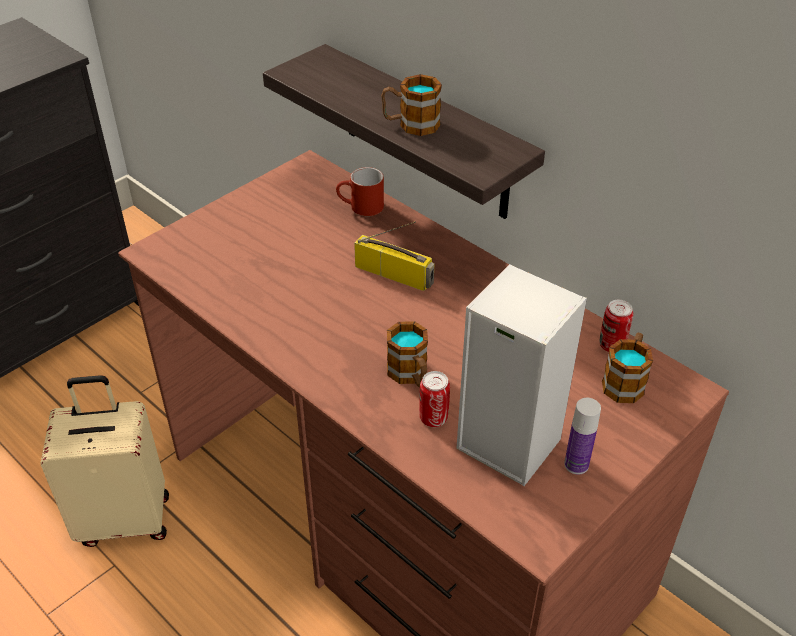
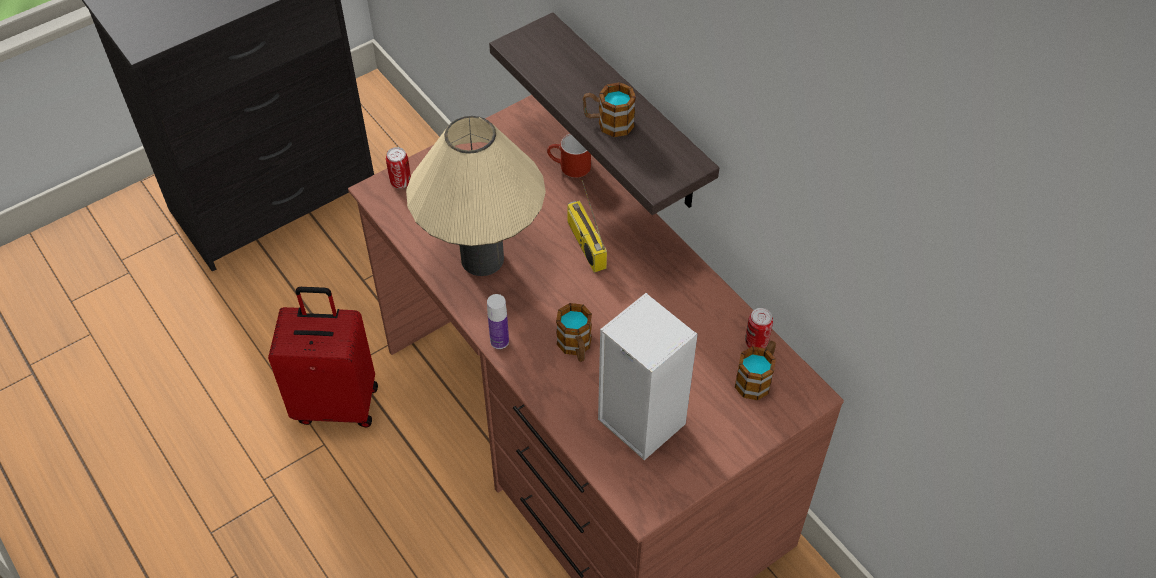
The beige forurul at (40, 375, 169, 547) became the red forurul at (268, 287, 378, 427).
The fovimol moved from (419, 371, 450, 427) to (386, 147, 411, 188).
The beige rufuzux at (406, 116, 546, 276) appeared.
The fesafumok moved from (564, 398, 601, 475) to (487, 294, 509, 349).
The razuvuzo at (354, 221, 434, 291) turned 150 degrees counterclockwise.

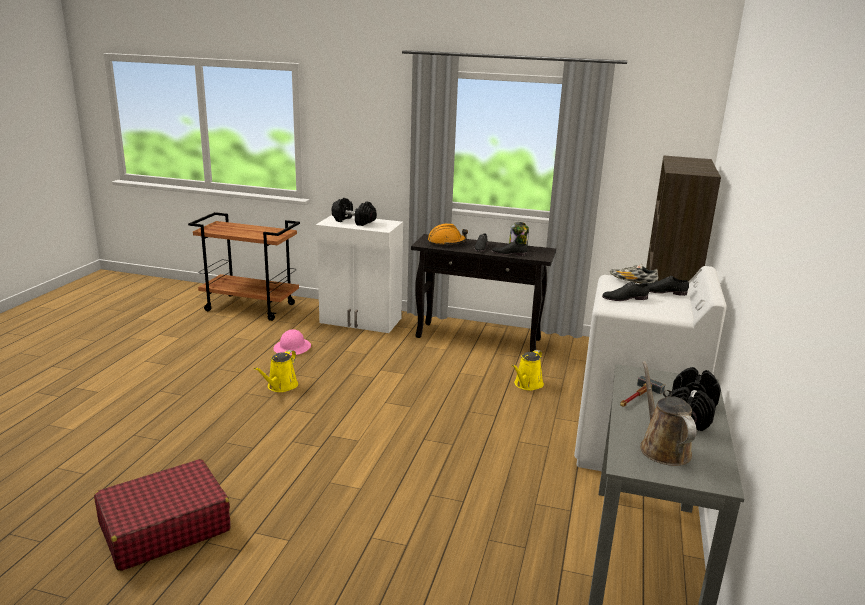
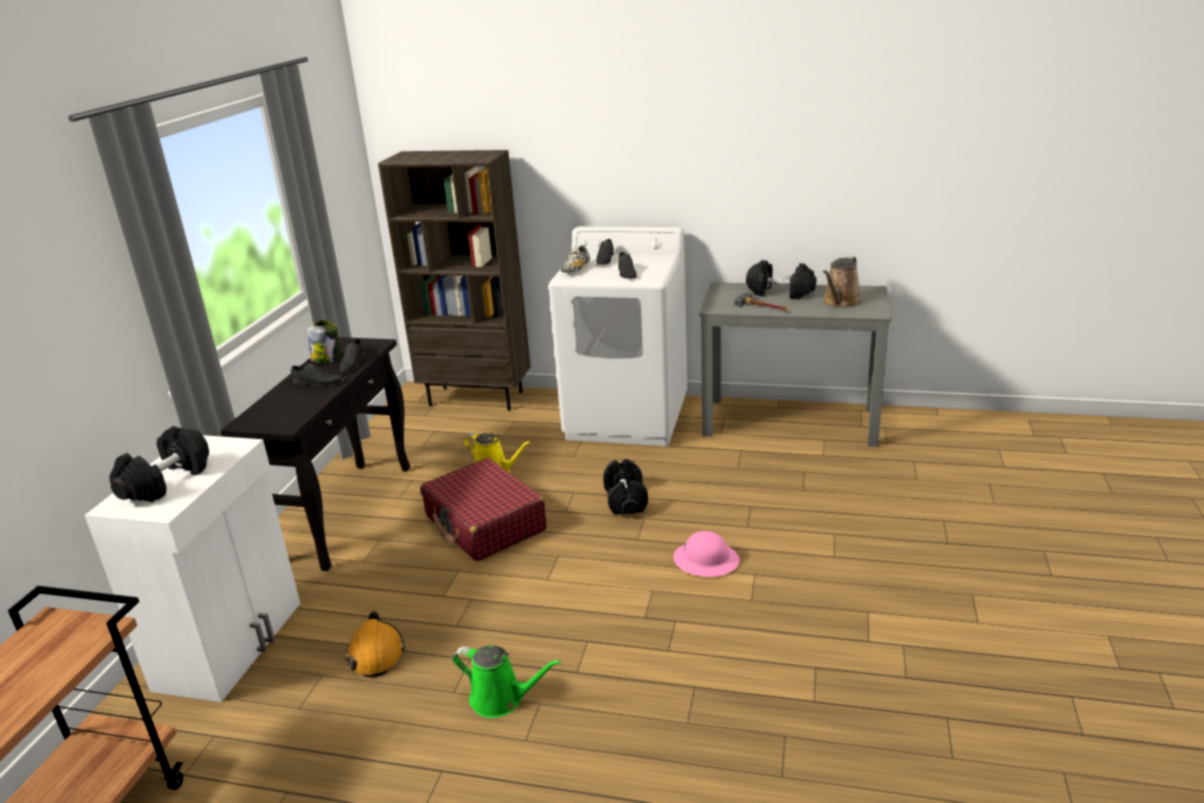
The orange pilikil moved from (428, 223, 468, 245) to (346, 611, 405, 677).
The red forurul moved from (94, 459, 231, 571) to (420, 458, 546, 561).
The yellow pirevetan at (254, 350, 298, 392) became the green pirevetan at (453, 645, 561, 718).
The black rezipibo at (603, 459, 648, 515) appeared.
The pink pilikil moved from (273, 329, 311, 355) to (673, 531, 739, 577).
The brown pirevetan at (640, 361, 697, 466) turned 45 degrees counterclockwise.

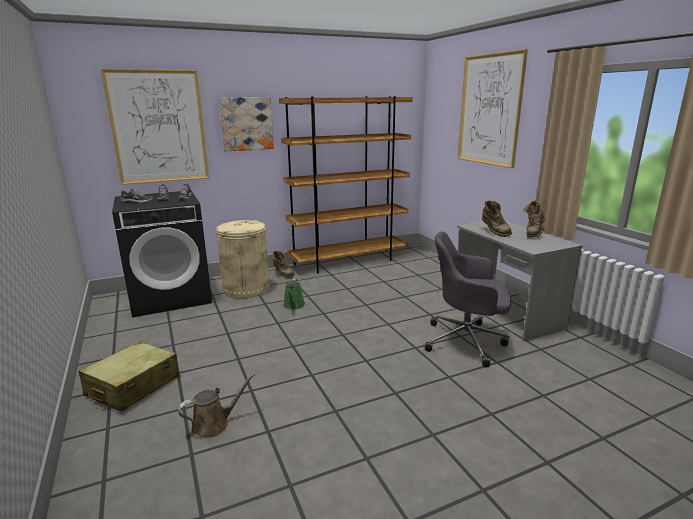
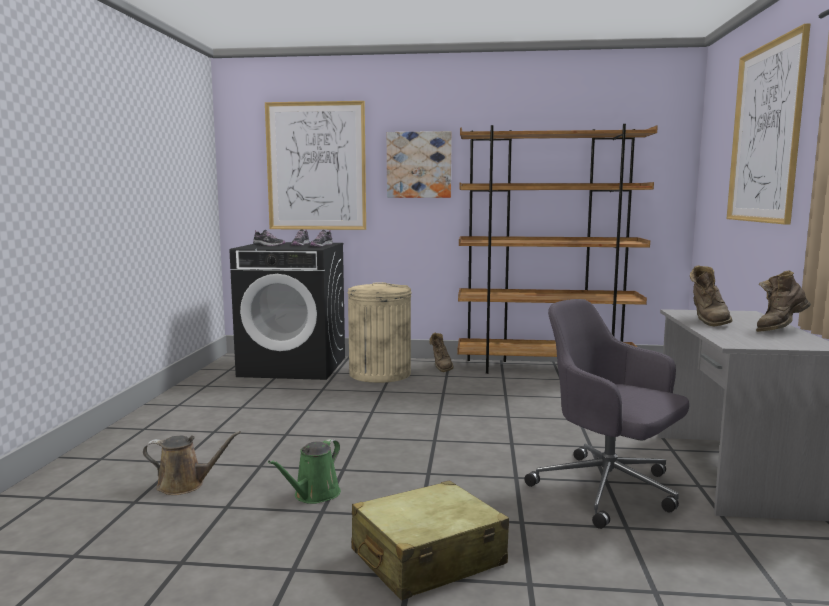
The green pirevetan moved from (283, 279, 305, 310) to (268, 439, 341, 504).
The beige forurul moved from (79, 341, 180, 412) to (351, 481, 509, 600).

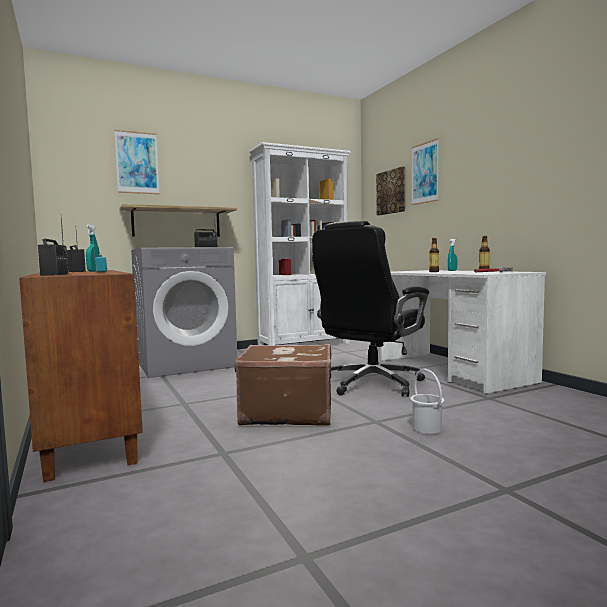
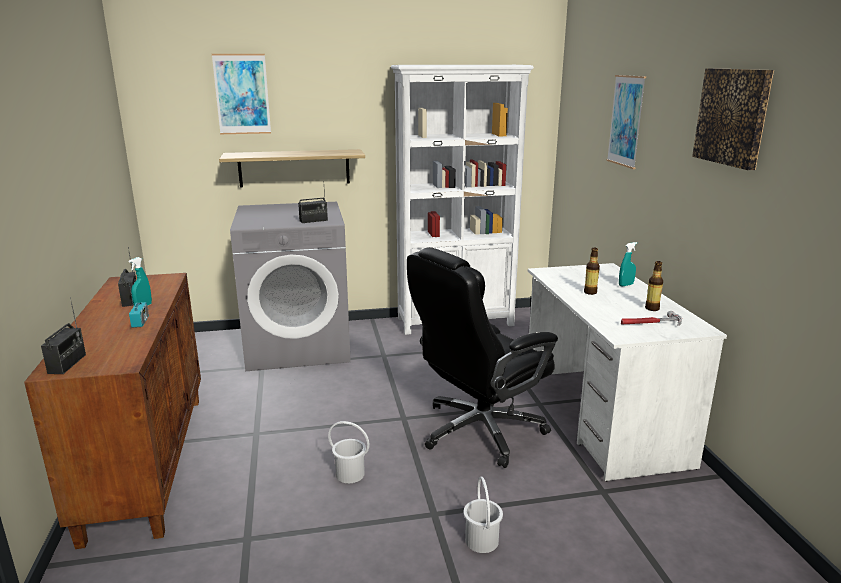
The brown forurul at (234, 344, 331, 426) was replaced by the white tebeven at (328, 421, 370, 483).
The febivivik moved from (376, 167, 405, 215) to (692, 68, 774, 170).

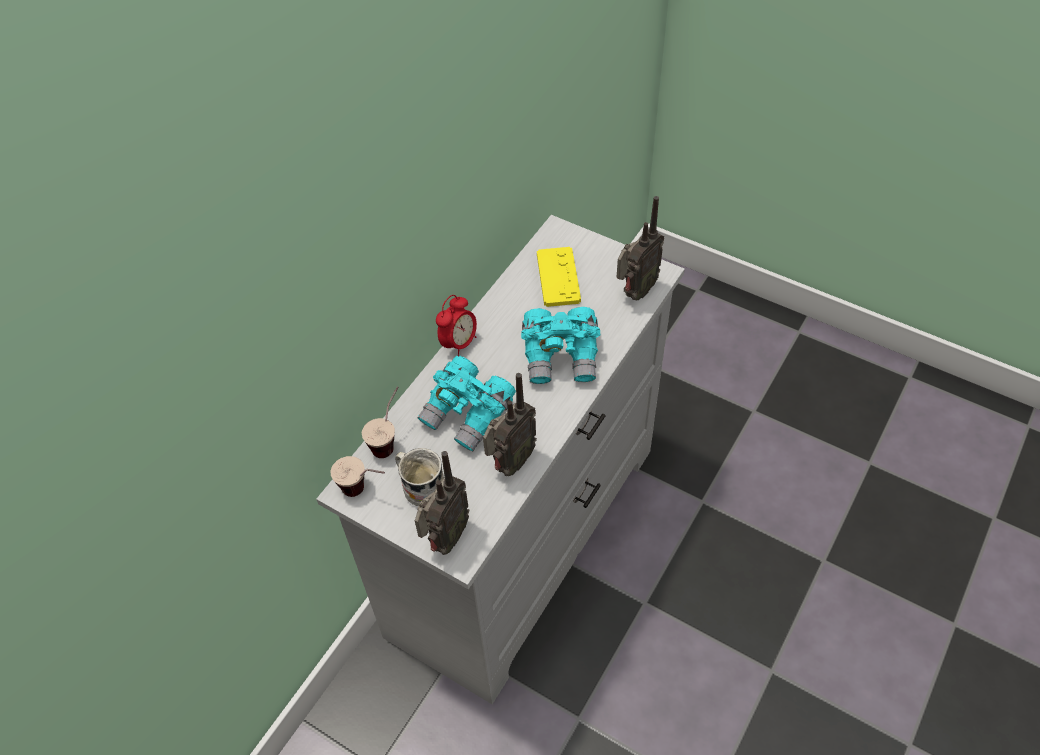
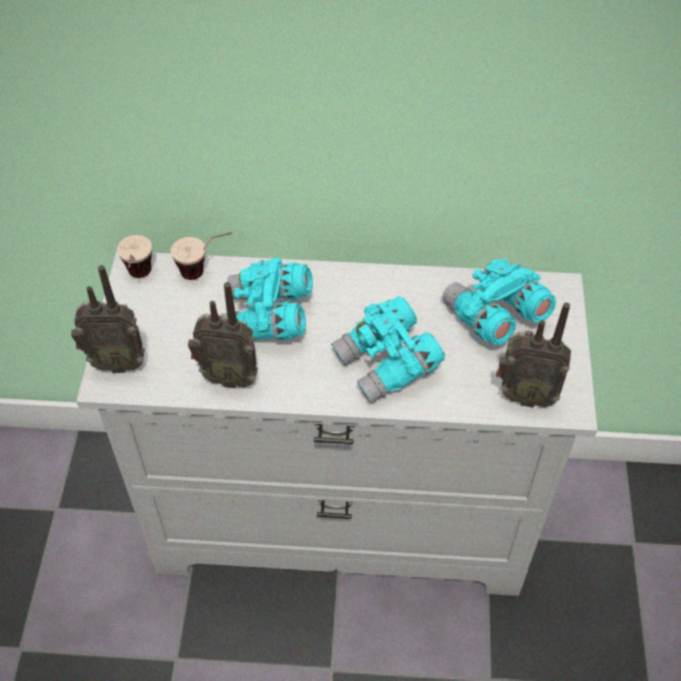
The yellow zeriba at (537, 247, 581, 307) was replaced by the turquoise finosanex at (442, 258, 556, 345).
The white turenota at (395, 448, 444, 506) disappeared.
The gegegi at (436, 295, 477, 356) disappeared.

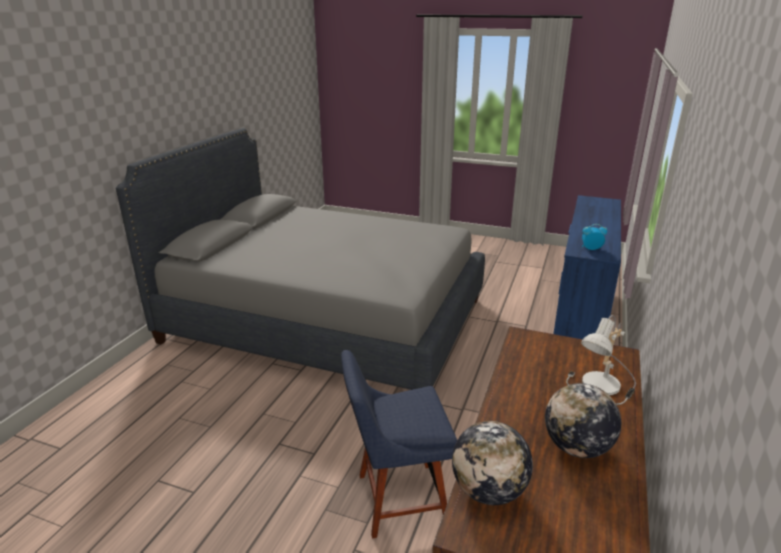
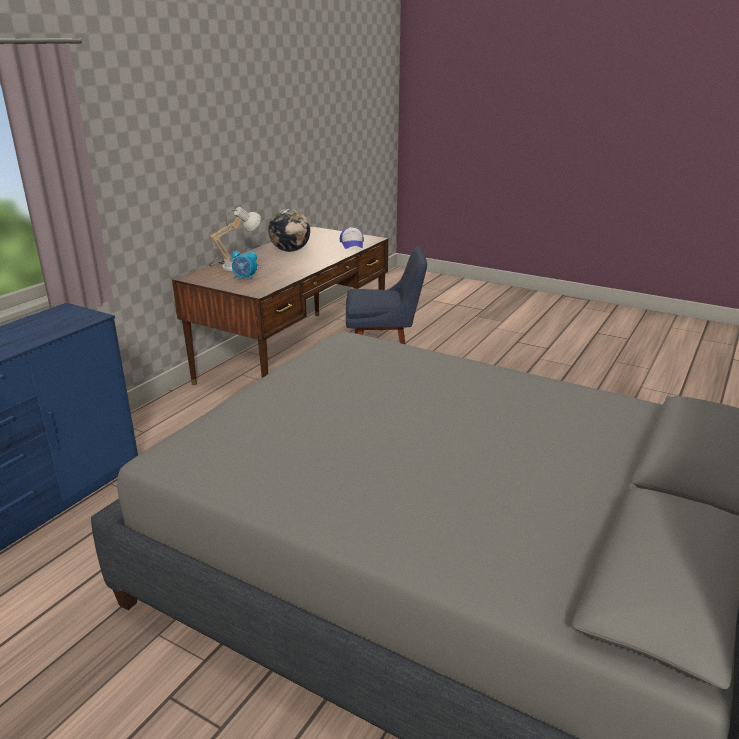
The gegegi moved from (582, 224, 607, 250) to (232, 247, 257, 280).
The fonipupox at (452, 421, 533, 505) was replaced by the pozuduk at (340, 227, 364, 249).

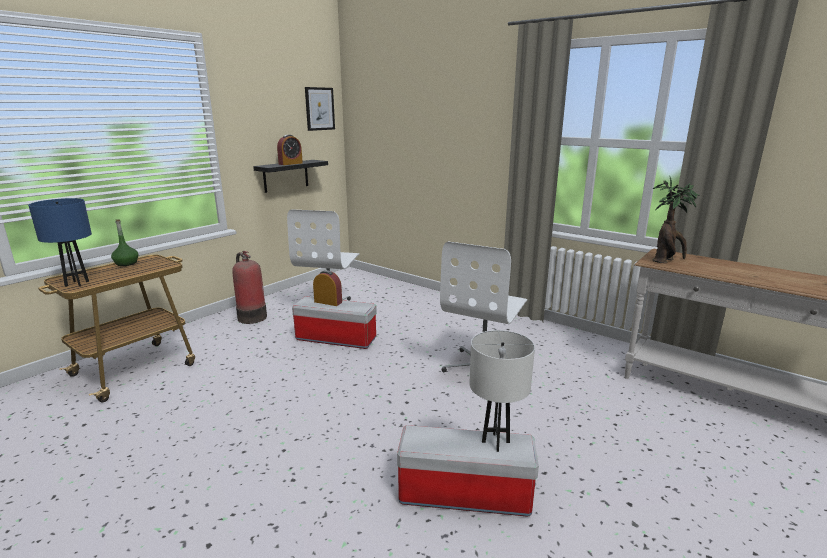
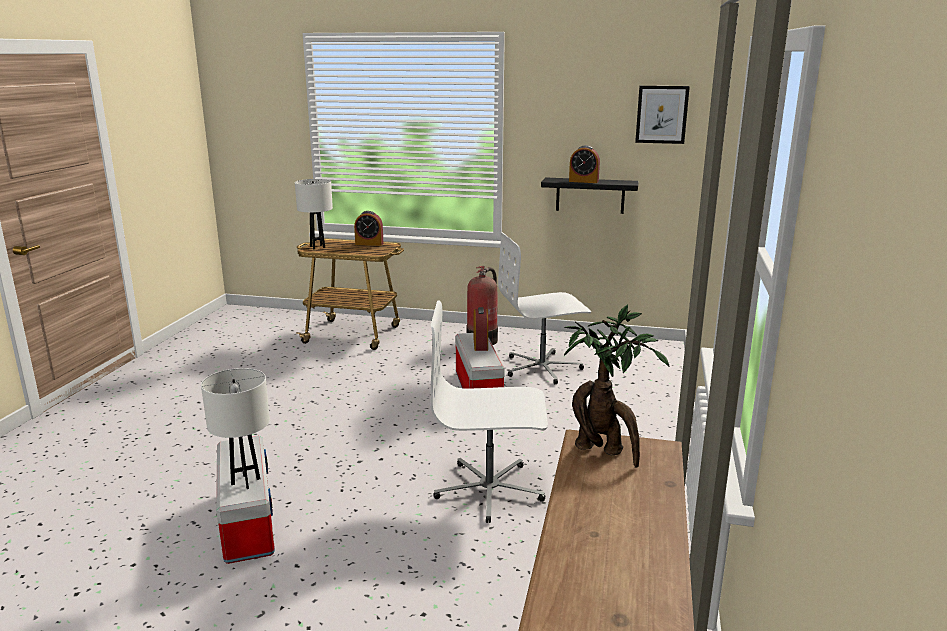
The blue rufuzux at (28, 198, 92, 287) became the white rufuzux at (295, 179, 333, 249).
The green fesafumok at (111, 219, 139, 266) was replaced by the gegegi at (354, 211, 383, 246).

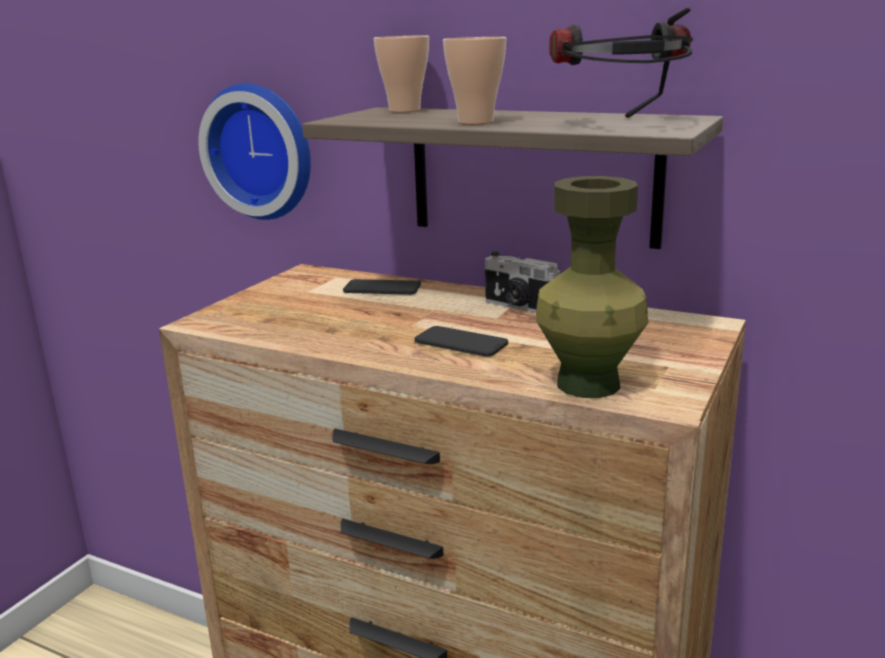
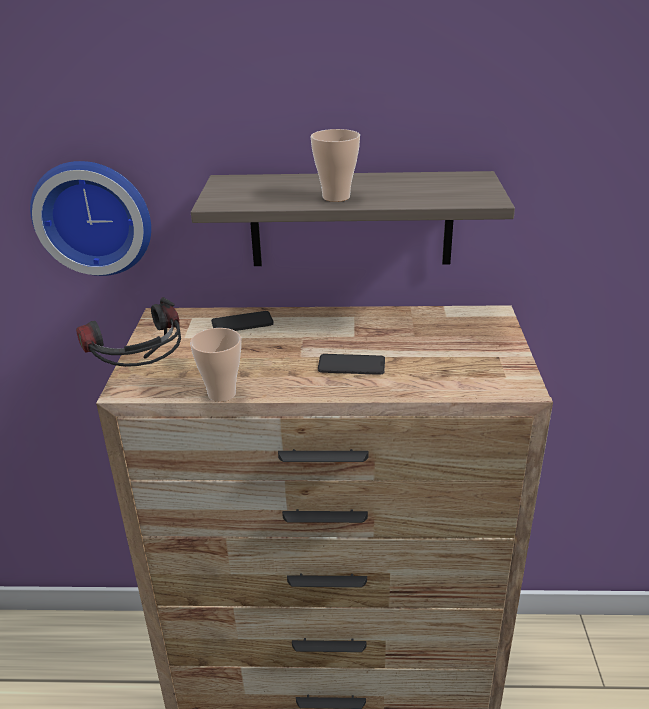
The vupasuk moved from (549, 7, 693, 118) to (76, 297, 181, 367).
The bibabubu moved from (374, 35, 429, 112) to (190, 328, 241, 402).
The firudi at (485, 251, 560, 313) disappeared.
The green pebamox at (536, 176, 648, 398) disappeared.

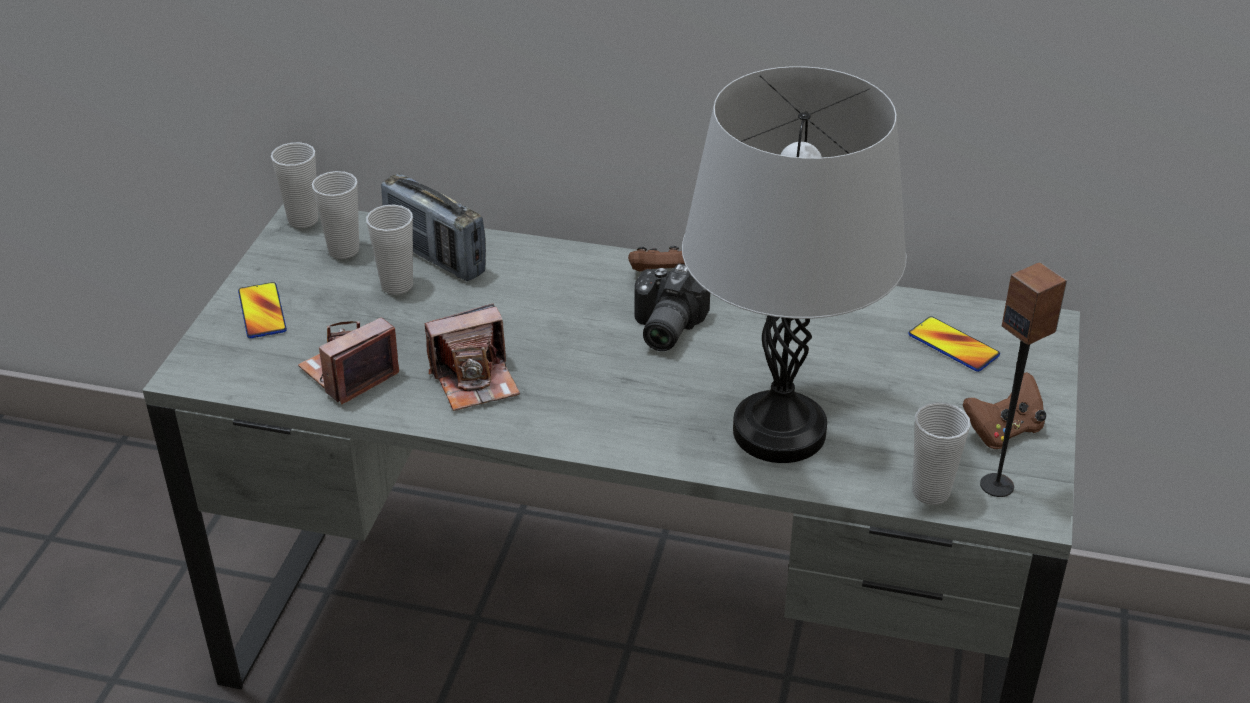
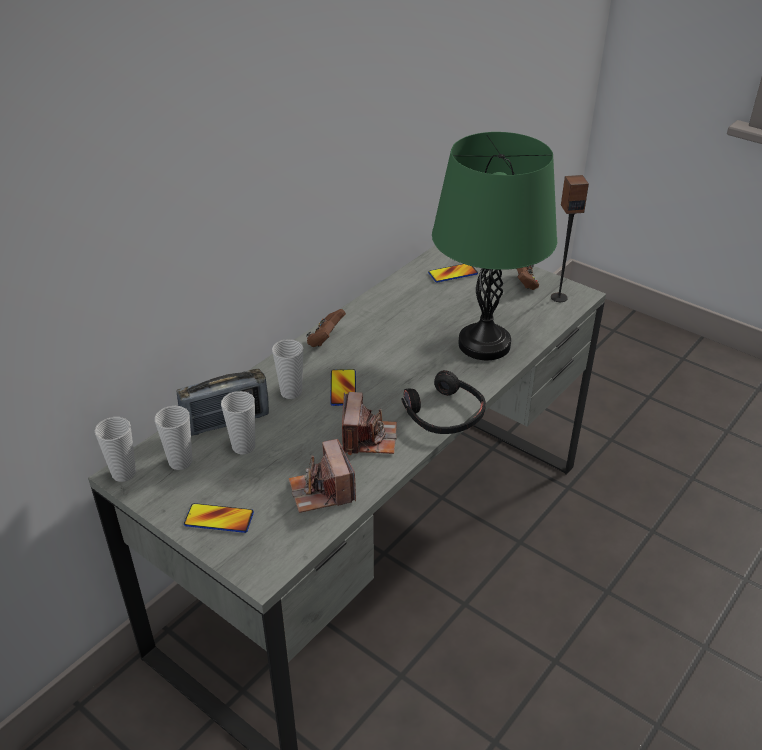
The bibabubu moved from (912, 402, 970, 505) to (272, 339, 304, 399).
The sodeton at (330, 369, 356, 406) appeared.
The black vupasuk at (401, 370, 486, 434) appeared.
The grey rufuzux at (682, 66, 907, 463) became the green rufuzux at (432, 132, 557, 360).
The firudi at (634, 263, 710, 351) disappeared.

